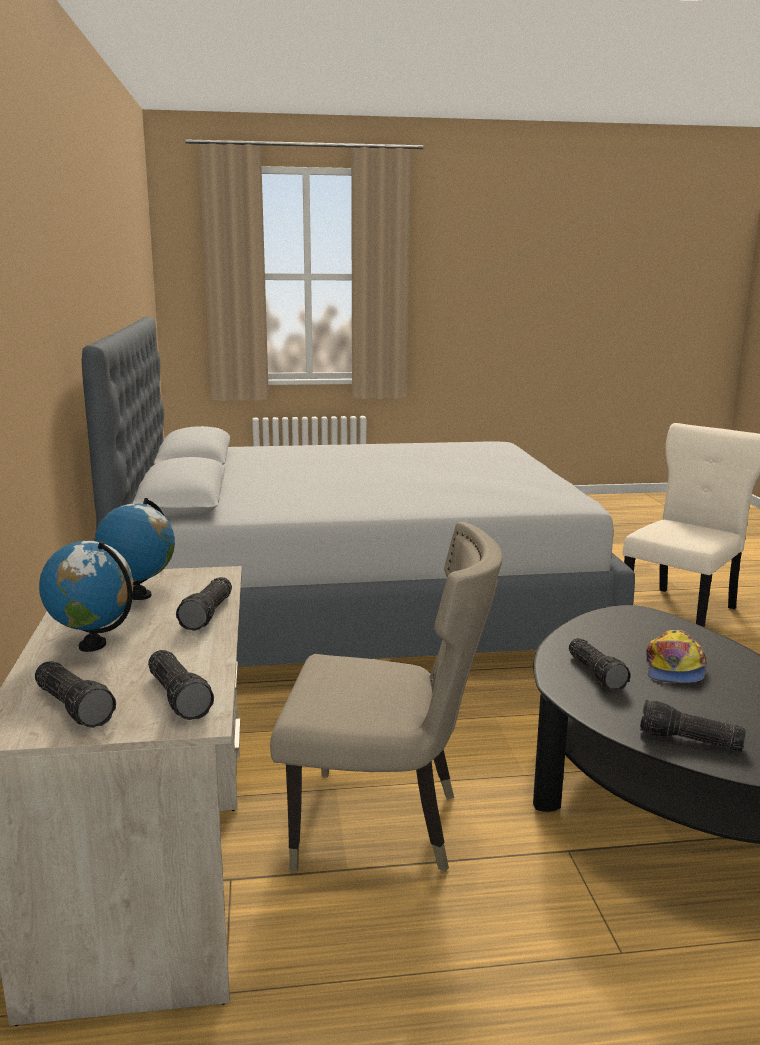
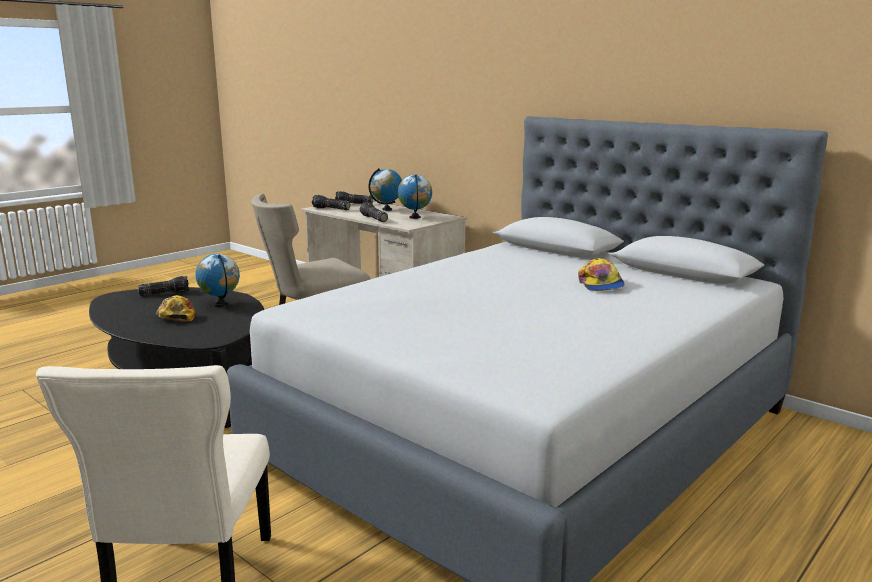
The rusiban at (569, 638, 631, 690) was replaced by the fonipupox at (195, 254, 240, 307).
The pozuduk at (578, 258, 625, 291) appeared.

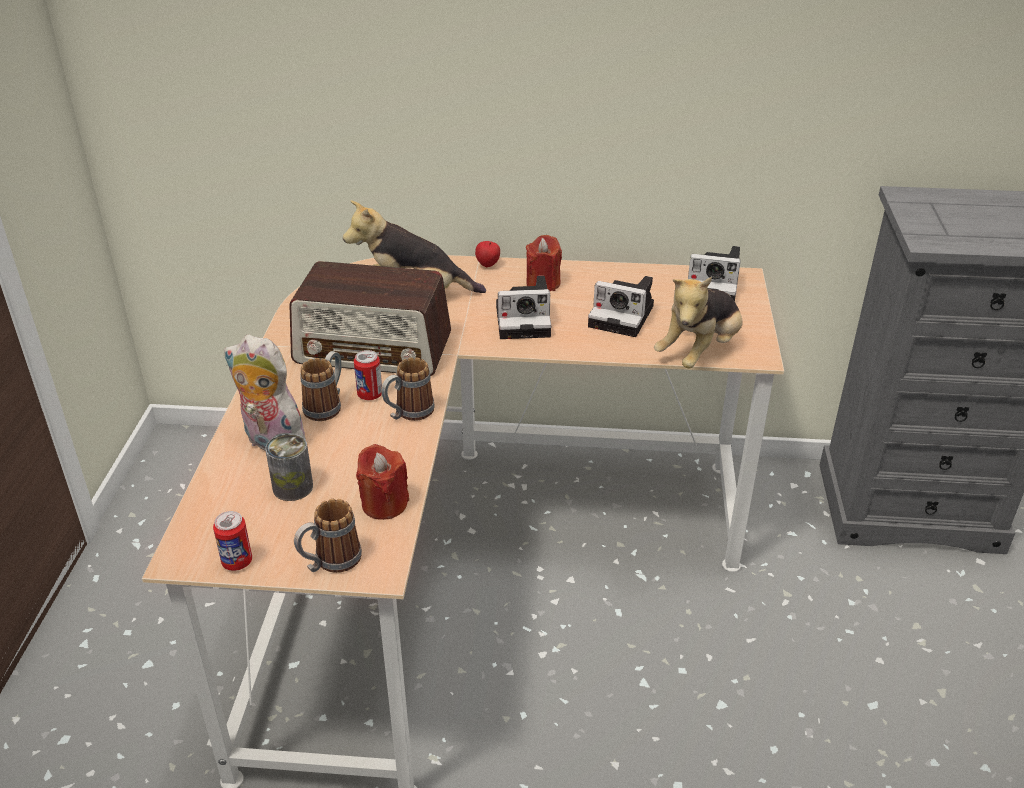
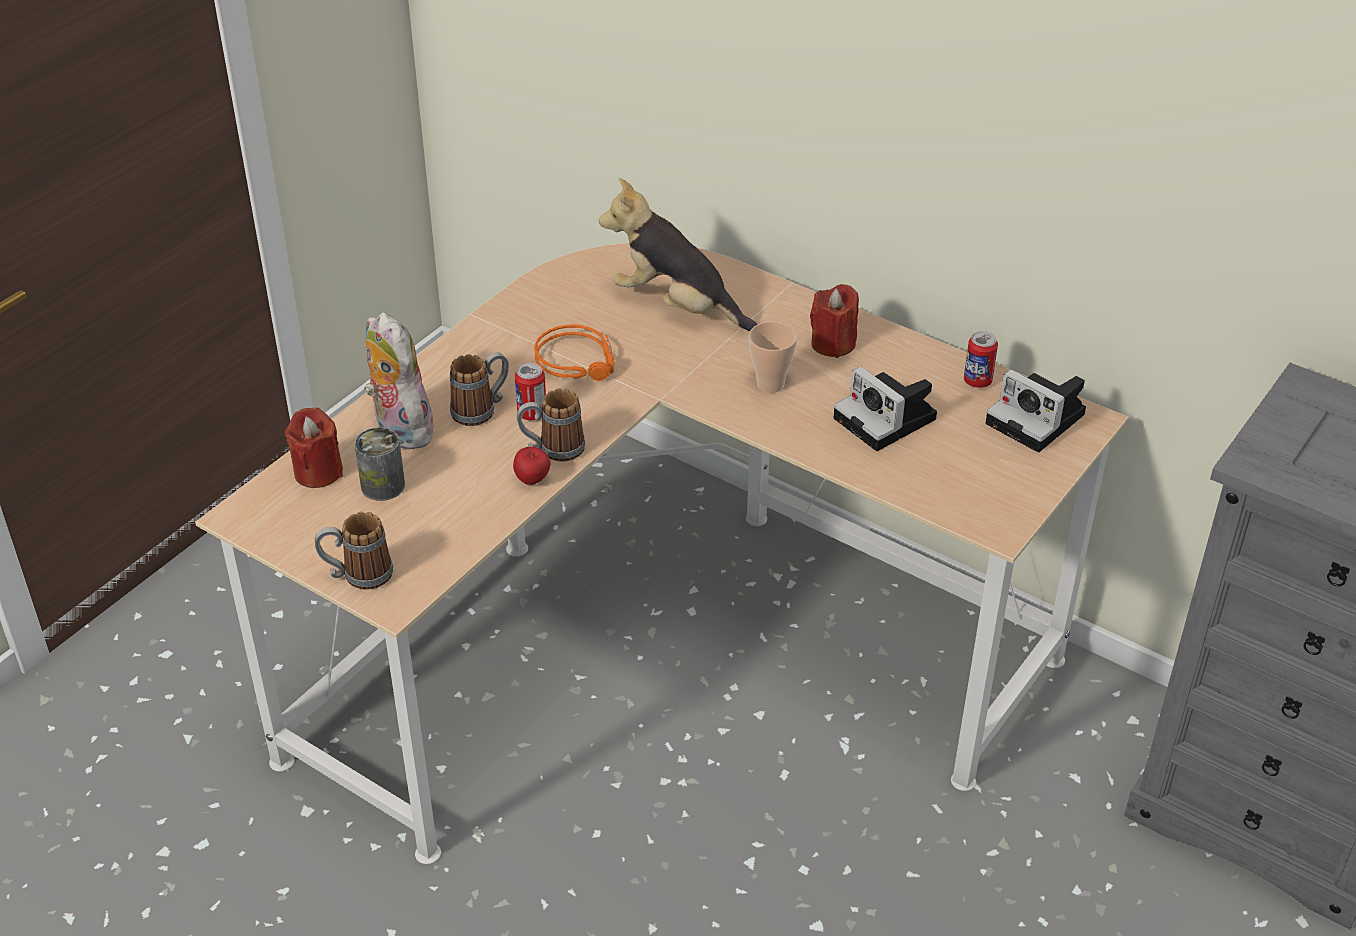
The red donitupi moved from (356, 444, 409, 520) to (284, 407, 343, 488).
The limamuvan moved from (475, 241, 500, 267) to (513, 447, 551, 485).
The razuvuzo at (290, 261, 451, 376) was replaced by the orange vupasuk at (534, 324, 615, 381).
The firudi at (496, 276, 551, 339) was replaced by the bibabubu at (749, 321, 797, 393).
The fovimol moved from (213, 511, 252, 571) to (964, 331, 998, 388).
The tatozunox at (654, 277, 743, 368) disappeared.

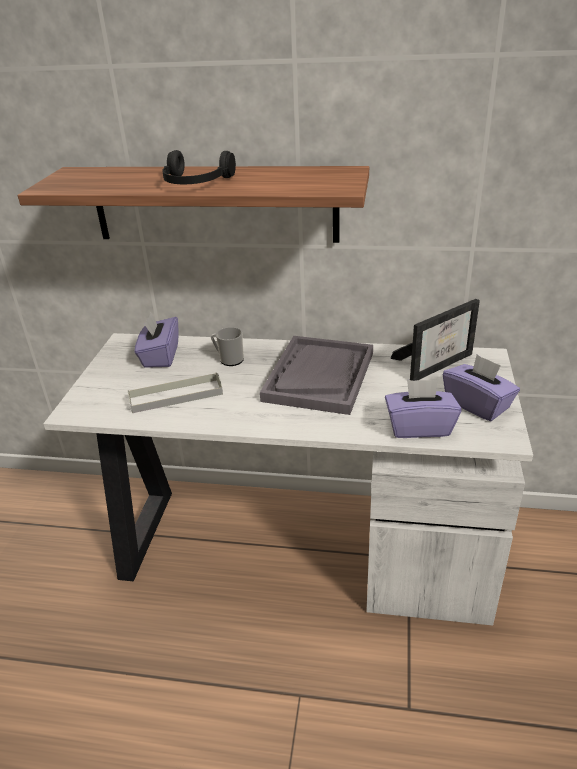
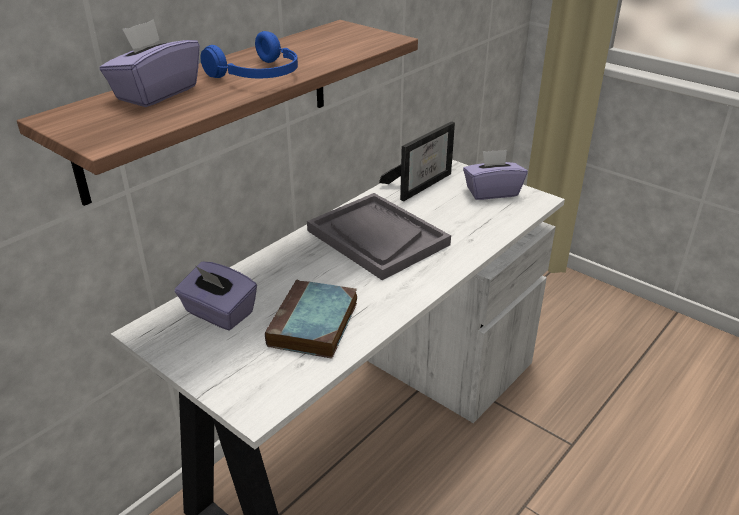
The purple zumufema moved from (385, 380, 461, 438) to (100, 19, 200, 107).
The black vupasuk at (162, 150, 236, 184) became the blue vupasuk at (200, 31, 298, 78).
The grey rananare at (128, 372, 223, 413) was replaced by the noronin at (265, 280, 357, 359).
The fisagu at (391, 299, 480, 381) turned 45 degrees clockwise.
The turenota at (211, 327, 244, 366) disappeared.

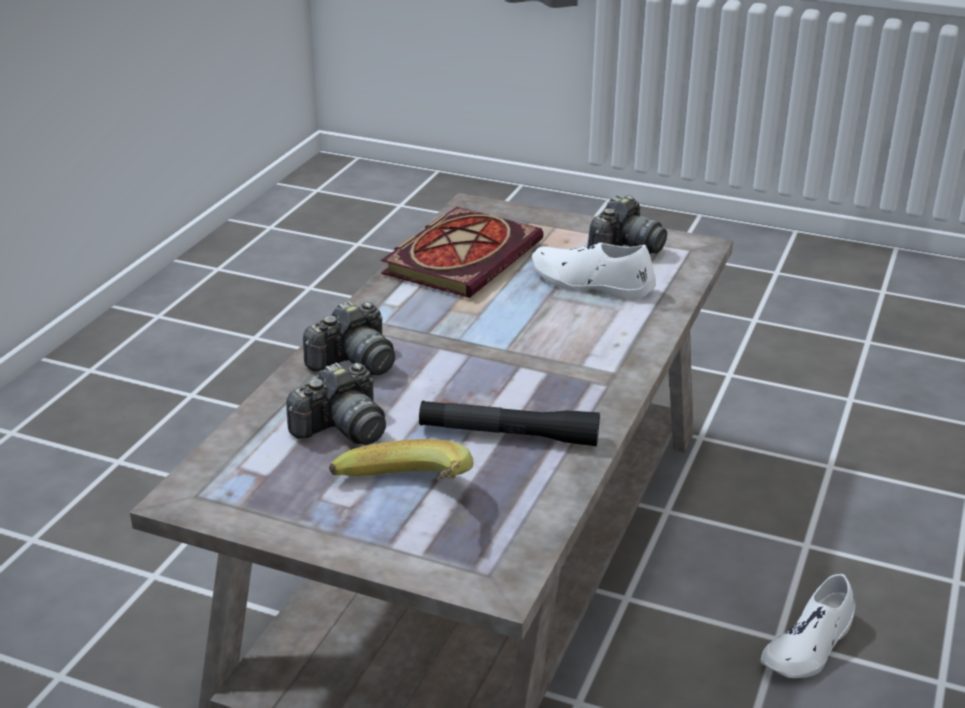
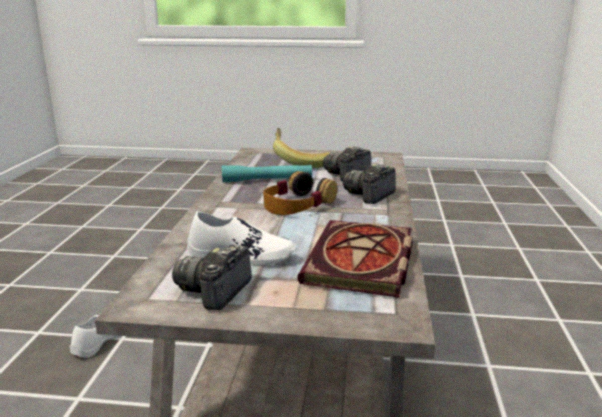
The black rusiban at (419, 401, 600, 446) became the turquoise rusiban at (222, 165, 312, 182).
The vupasuk at (263, 171, 338, 215) appeared.

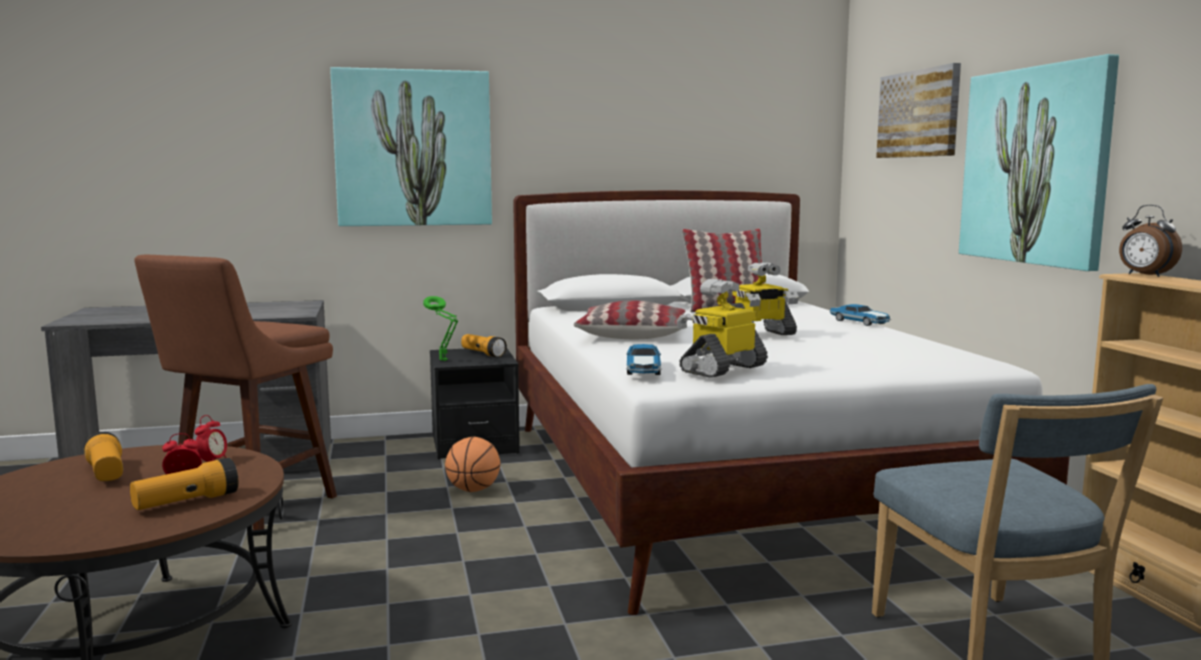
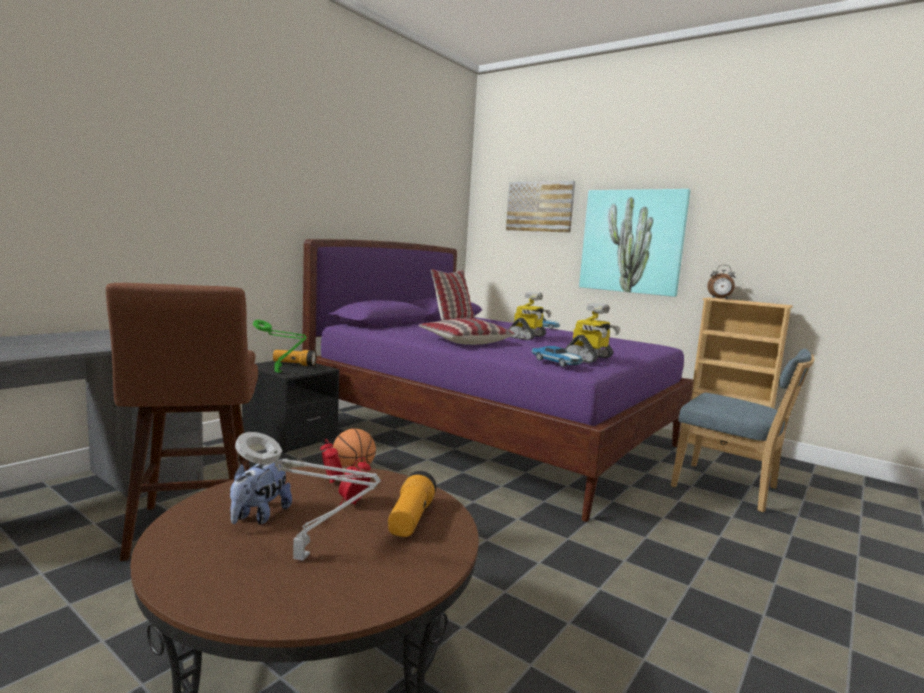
The rusiban at (84, 432, 123, 481) was replaced by the tatozunox at (230, 459, 292, 525).
The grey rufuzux at (235, 432, 381, 561) appeared.
The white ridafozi at (513, 190, 1070, 615) became the purple ridafozi at (302, 239, 694, 522).
The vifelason at (676, 279, 768, 378) turned 150 degrees counterclockwise.
The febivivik at (330, 67, 492, 226) disappeared.

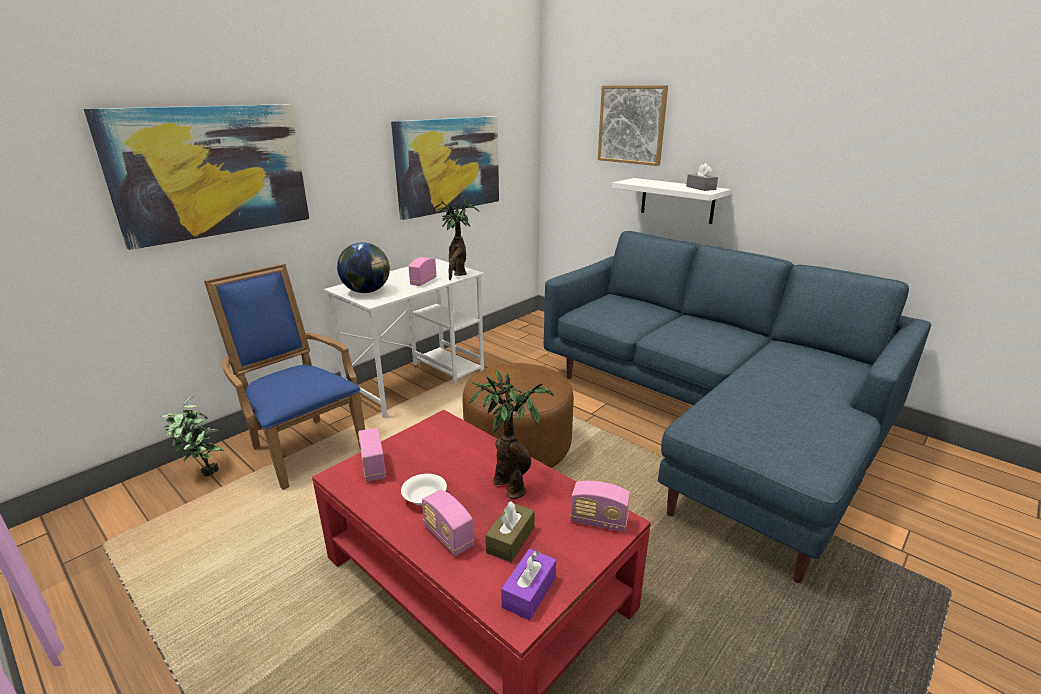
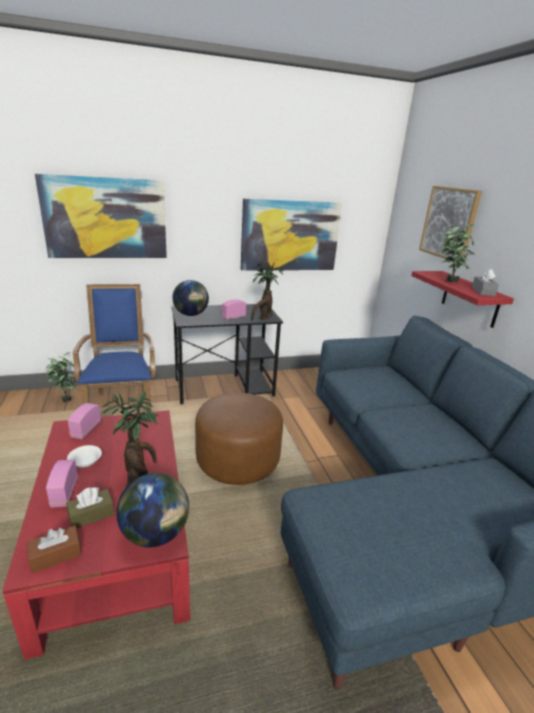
The purple zumufema at (501, 549, 556, 620) became the brown zumufema at (27, 526, 81, 573).
The razuvuzo at (570, 481, 630, 532) was replaced by the fonipupox at (116, 473, 189, 548).
The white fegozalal at (324, 259, 484, 418) became the black fegozalal at (172, 304, 283, 404).
The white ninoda at (612, 178, 730, 224) became the red ninoda at (411, 271, 514, 328).
The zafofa at (441, 224, 475, 282) appeared.

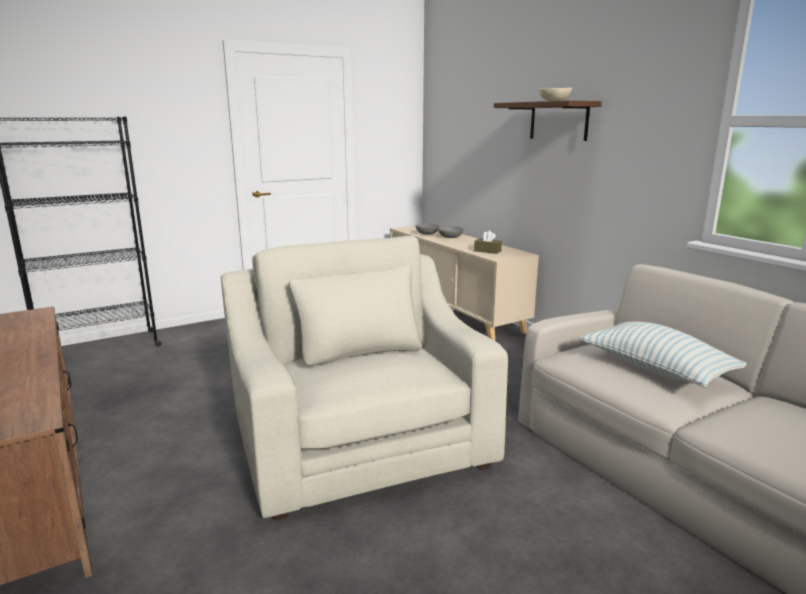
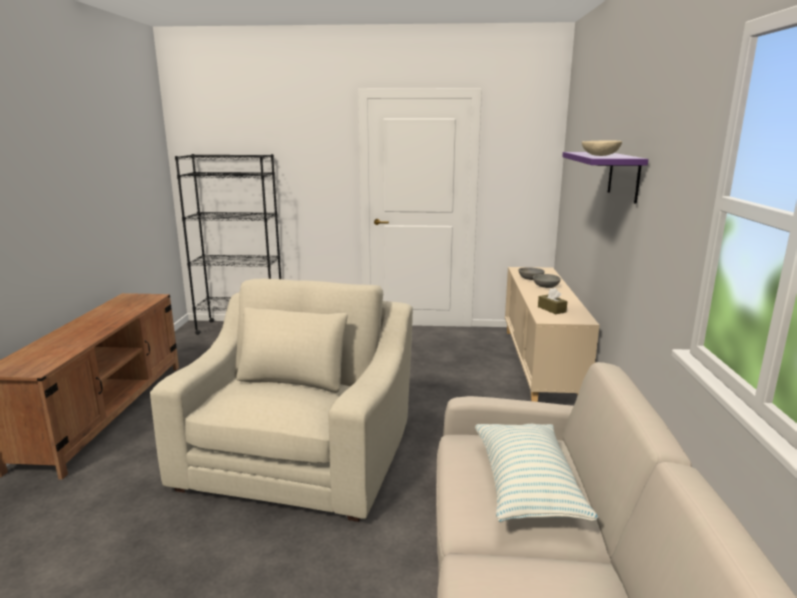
The brown ninoda at (494, 100, 602, 141) became the purple ninoda at (562, 152, 648, 204).

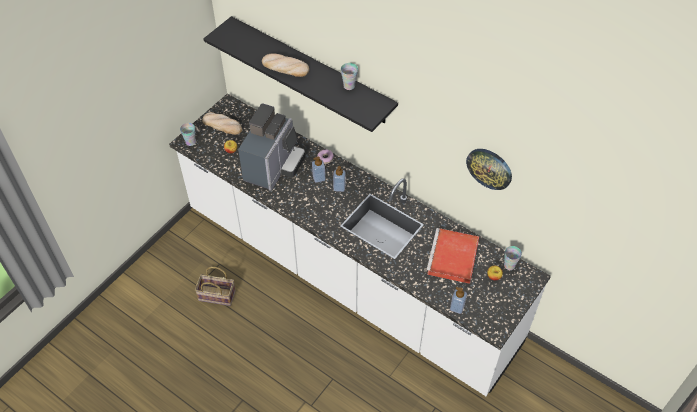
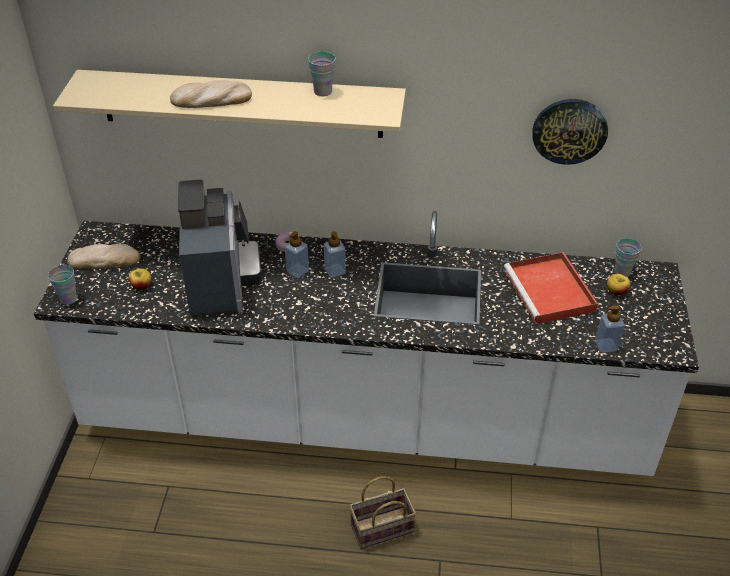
The black ninoda at (203, 16, 398, 132) became the beige ninoda at (53, 70, 406, 138).
The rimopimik moved from (195, 267, 236, 306) to (349, 476, 416, 549).

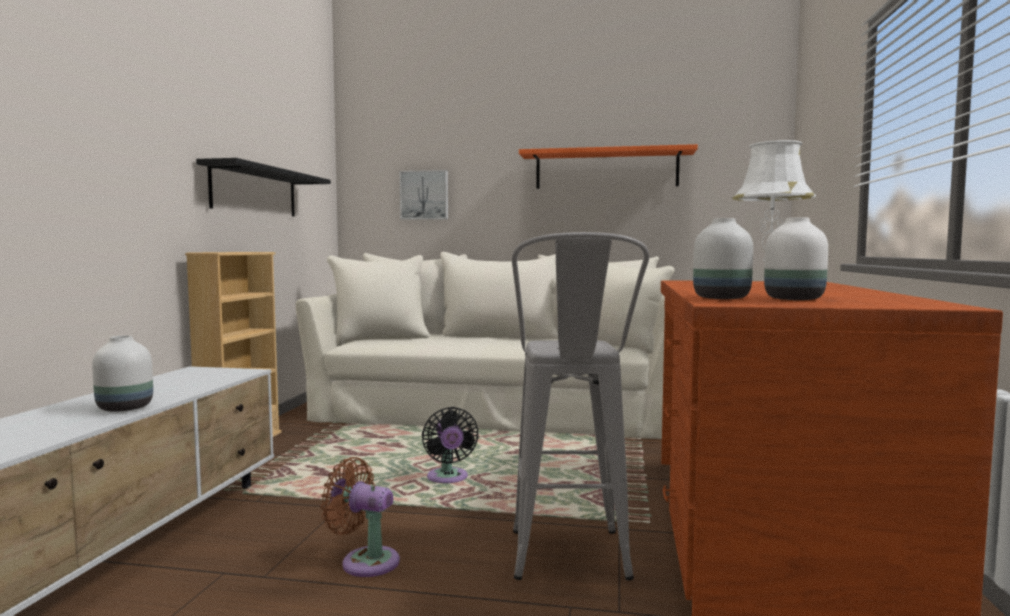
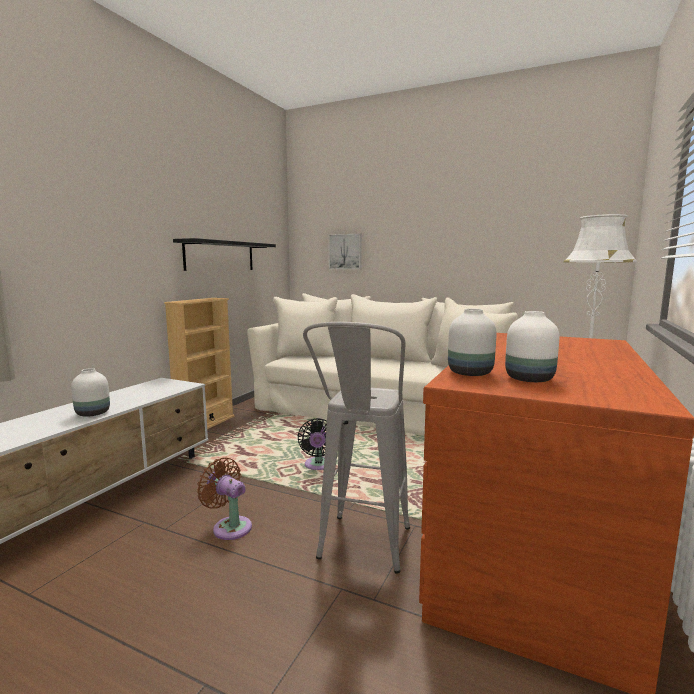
The orange ninoda at (519, 144, 698, 189) disappeared.

